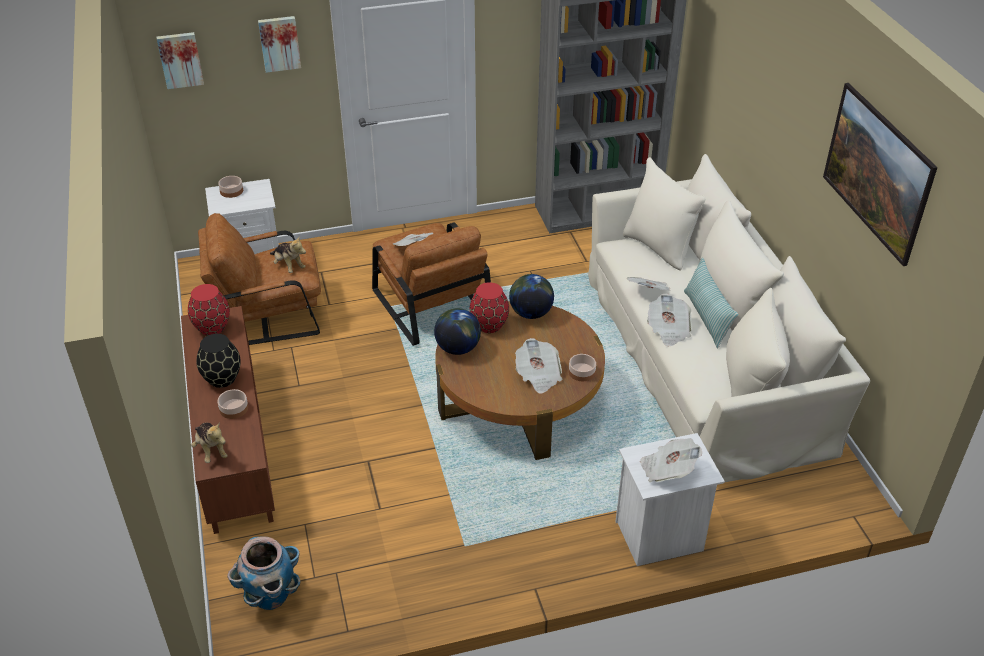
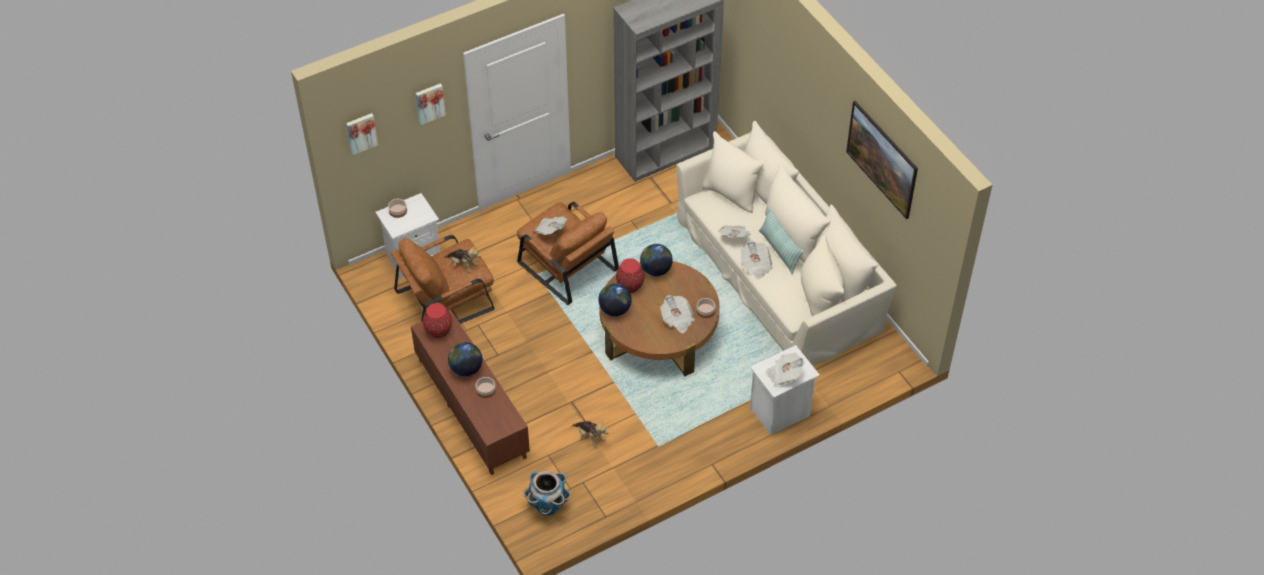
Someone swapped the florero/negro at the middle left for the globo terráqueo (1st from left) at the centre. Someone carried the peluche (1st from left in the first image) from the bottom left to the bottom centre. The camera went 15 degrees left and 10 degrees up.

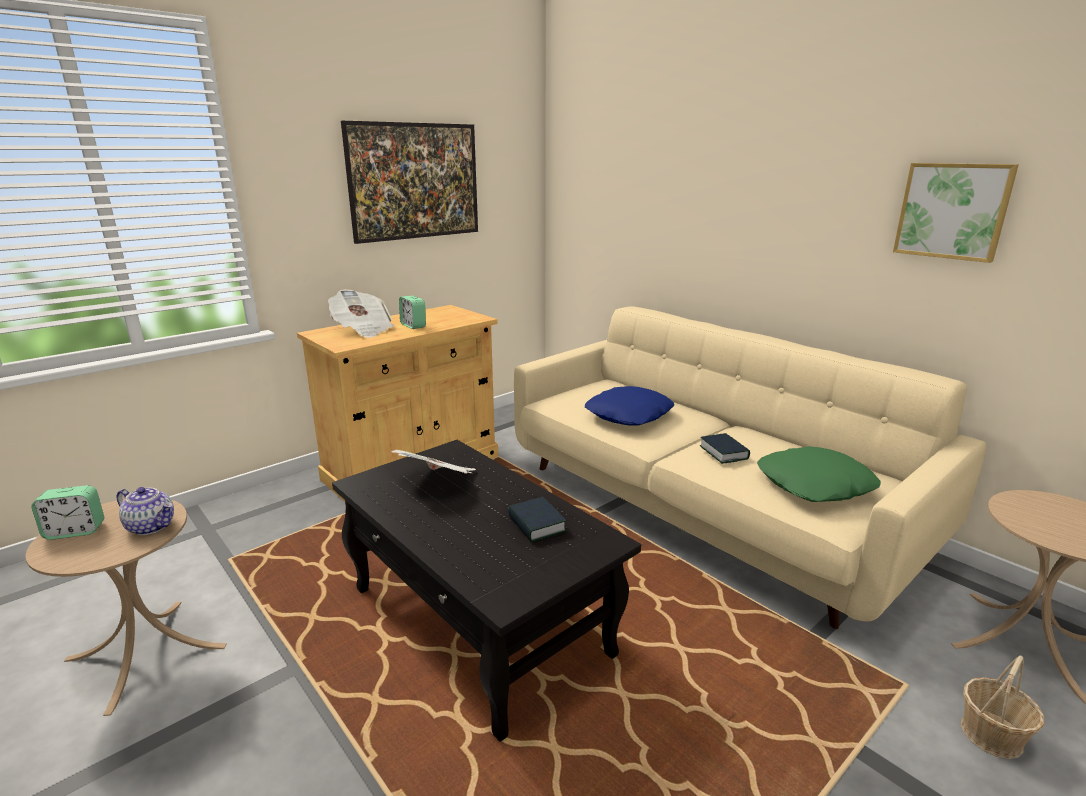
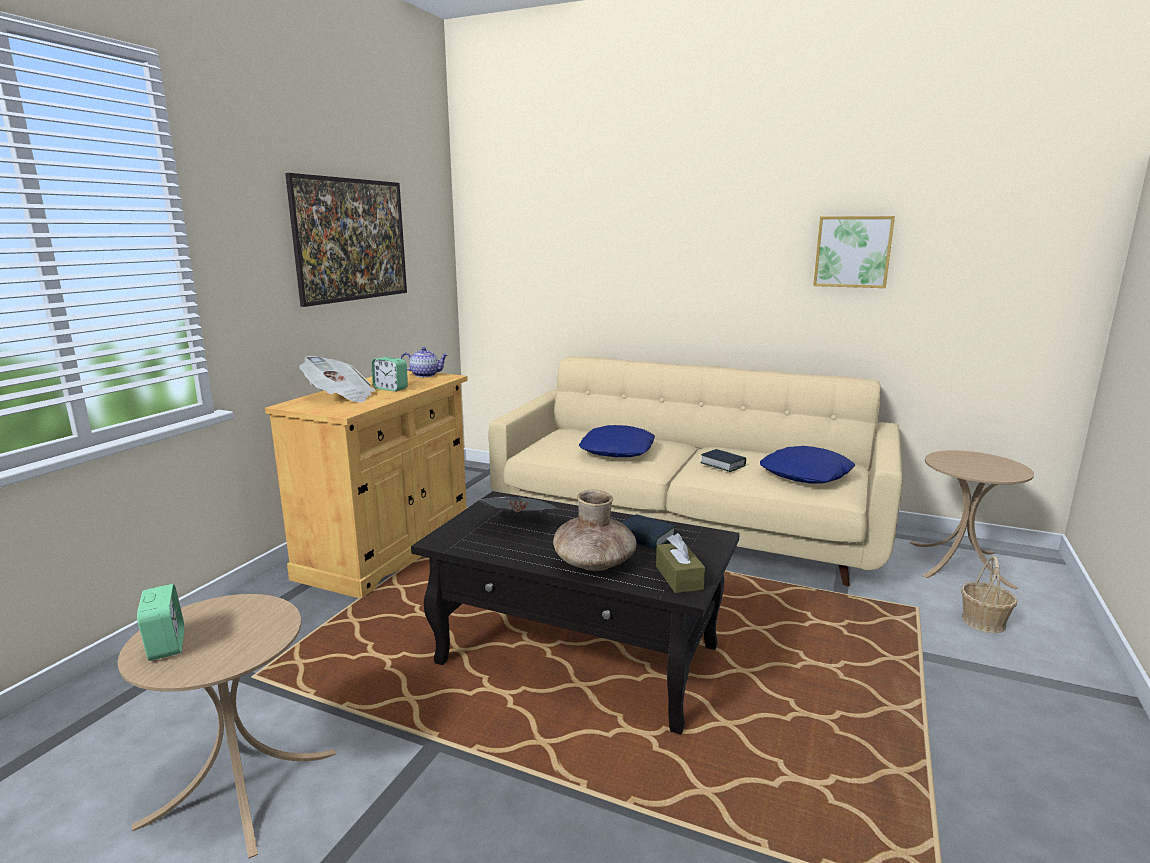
Someone repainted the cojín/verde at the middle right, which became the cojín/azul (2nd from left) at the middle right. Someone rotated the despertador (1st from left) at the middle left by 75 degrees counterclockwise. Someone carried the tetera from the middle left to the centre. Someone put down the florero/marrón at the centre. Someone put down the caja de pañuelos/marrón at the centre. The camera went 25 degrees left and 5 degrees down.

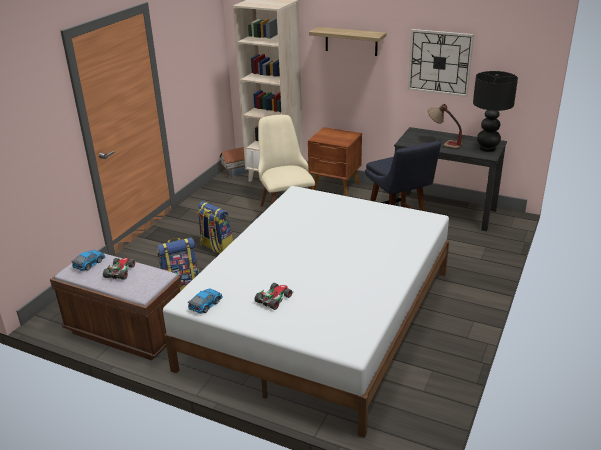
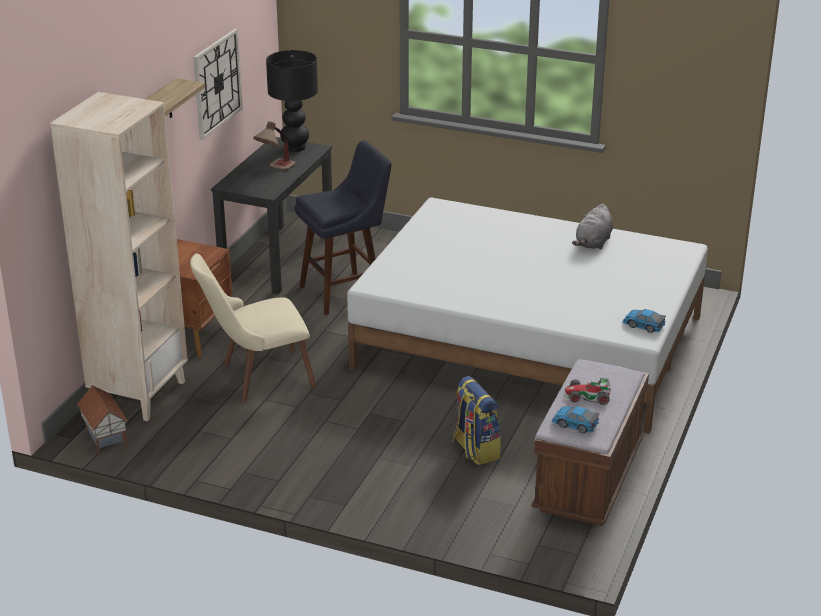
Someone took away the mochila (2nd from left) at the centre. Someone took away the coche de juguete (4th from left) at the centre. Someone put down the peluche/gris at the middle right. The camera went 95 degrees left and 0 degrees up.

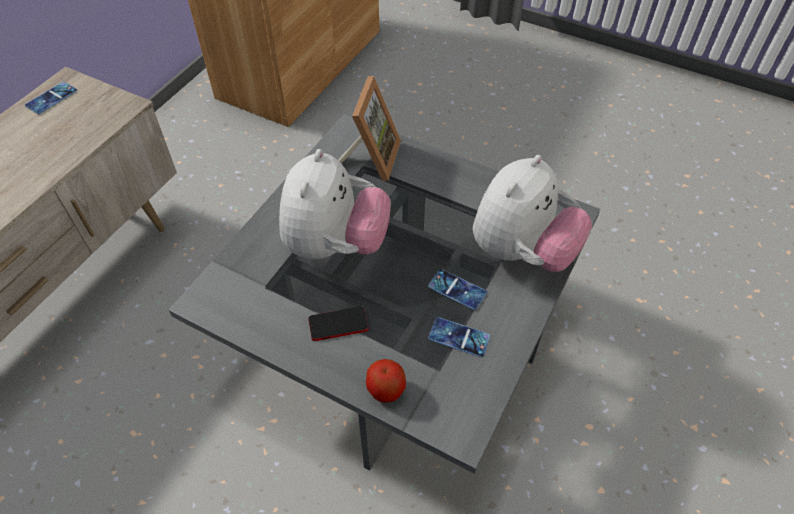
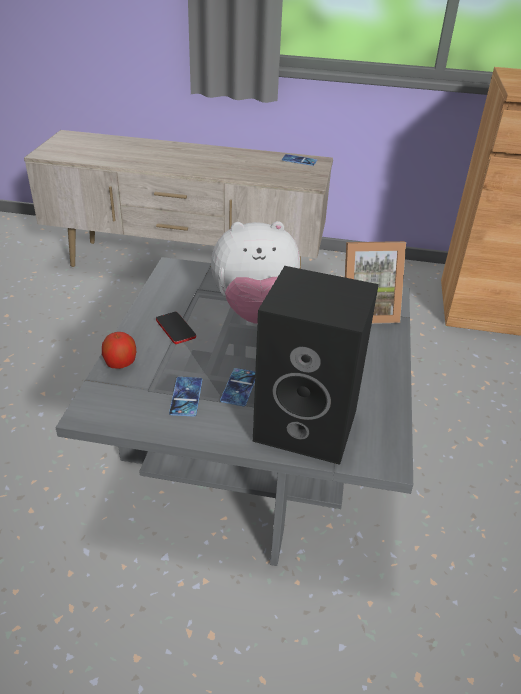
Someone swapped the peluche (2nd from left) at the middle right for the altavoz/negro at the centre. The camera went 70 degrees right and 15 degrees down.

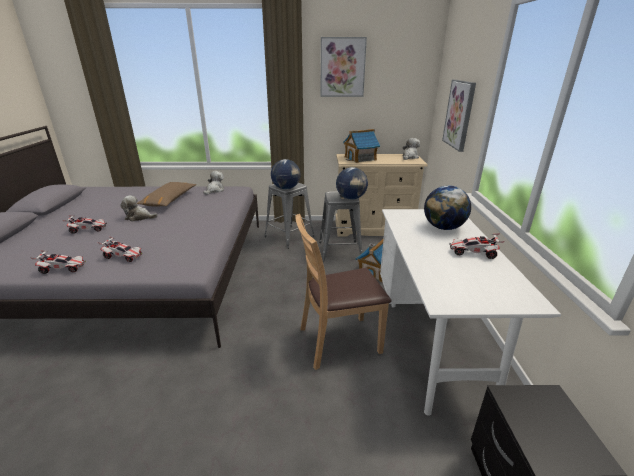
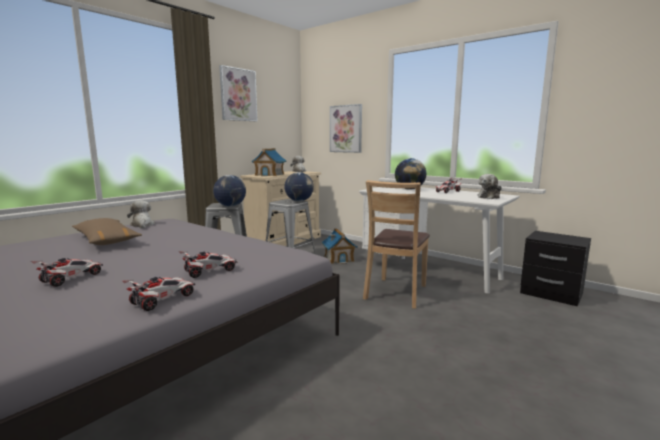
Someone carried the peluche (1st from left in the first image) from the middle left to the middle right. The camera went 50 degrees left and 15 degrees down.

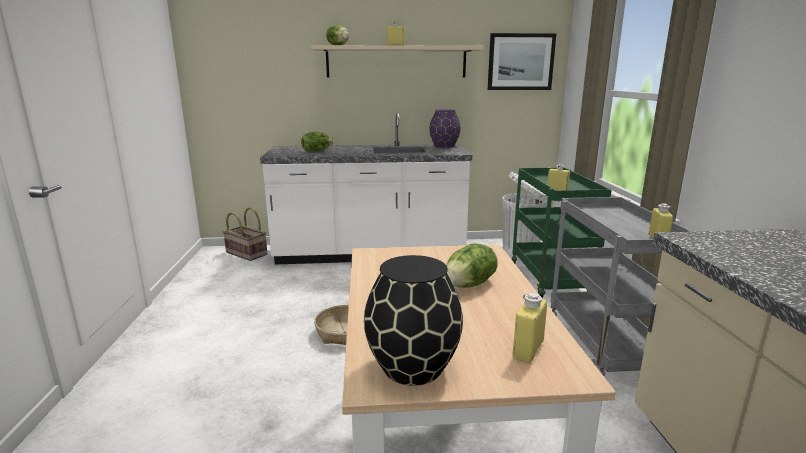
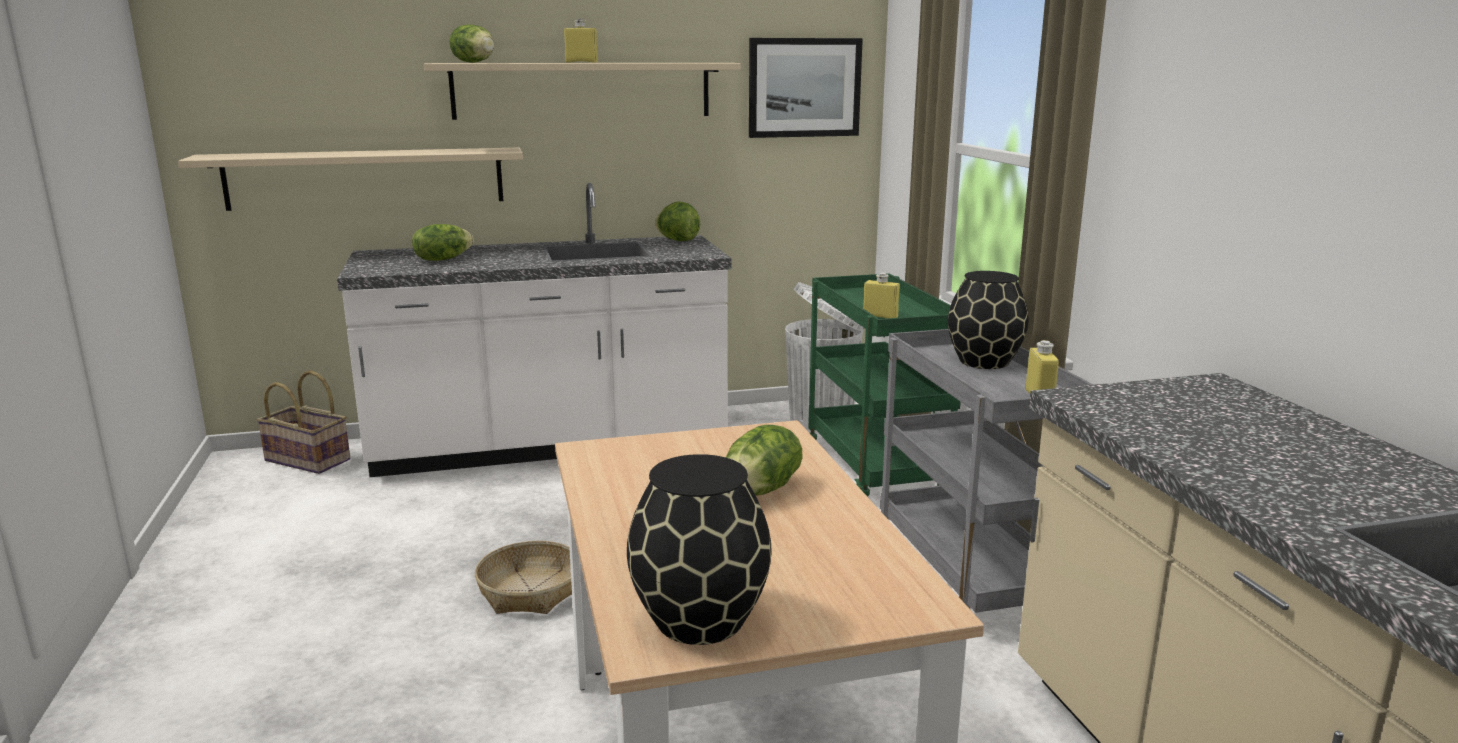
Someone swapped the florero/morado at the top centre for the lechuga (3rd from left) at the top centre. Someone took away the botella/amarillo (2nd from left) at the bottom centre. Someone put up the estante/beis (1st from left) at the top left. Someone put down the florero/negro (2nd from left) at the middle right. The camera went 10 degrees left and 0 degrees up.

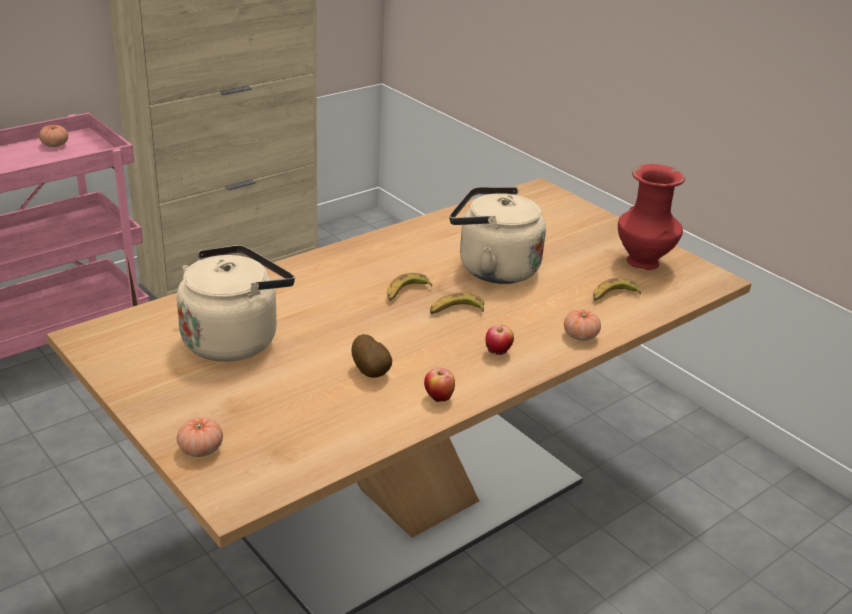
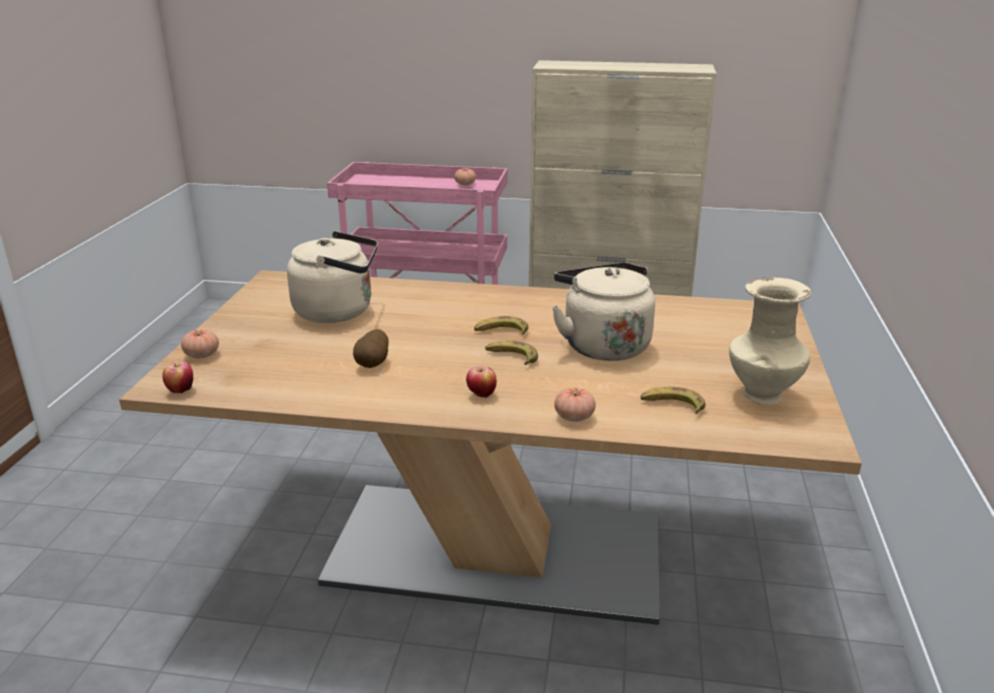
Someone repainted the florero/rojo at the middle right, which became the florero/beis at the middle right. Someone carried the manzana (1st from left) from the centre to the middle left. The camera went 50 degrees right and 5 degrees down.

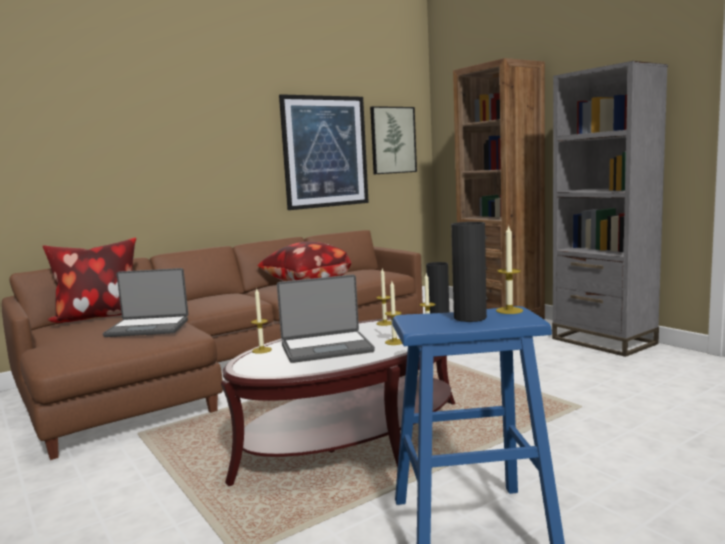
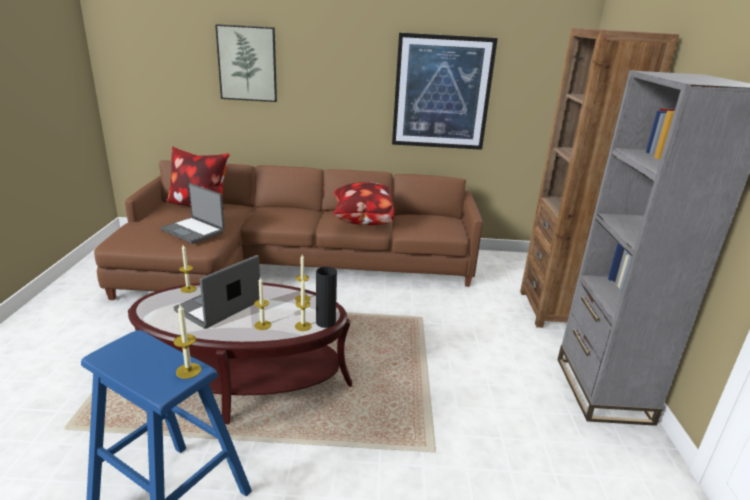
Someone carried the cuadro (2nd from left in the first image) from the top centre to the top left. Someone took away the florero/negro (2nd from left) at the centre. Someone rotated the portátil (2nd from left) at the centre by 105 degrees clockwise. The camera went 35 degrees right and 15 degrees up.

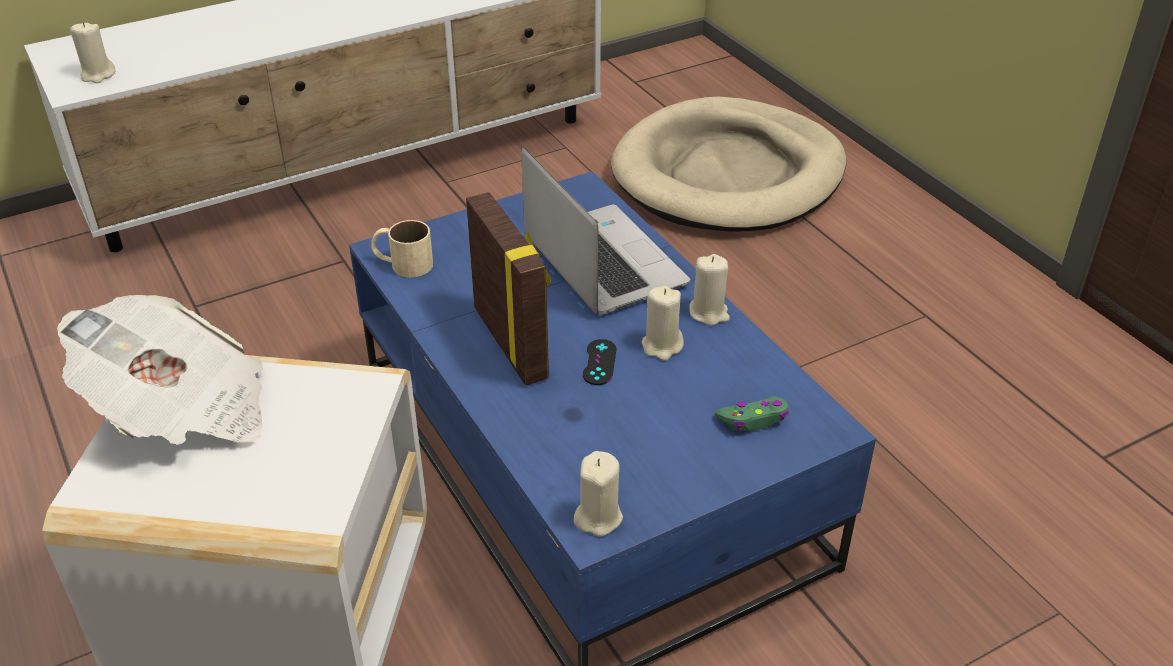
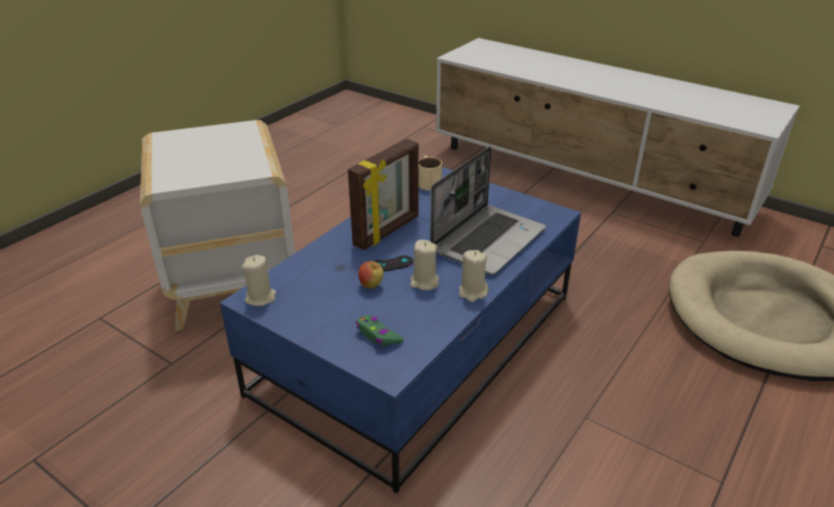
Someone took away the vela/beis (1st from left) at the top left. Someone took away the periódico at the middle left. Someone put down the manzana at the centre. The camera went 65 degrees right and 5 degrees down.

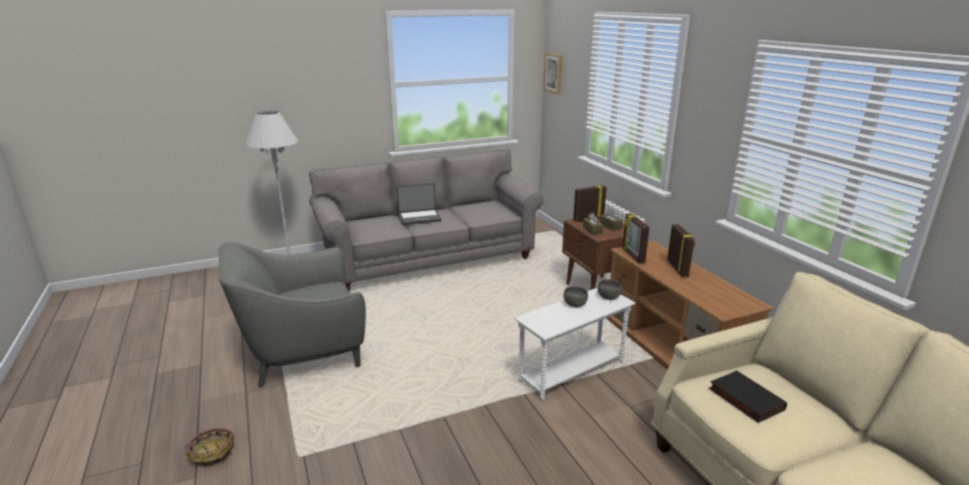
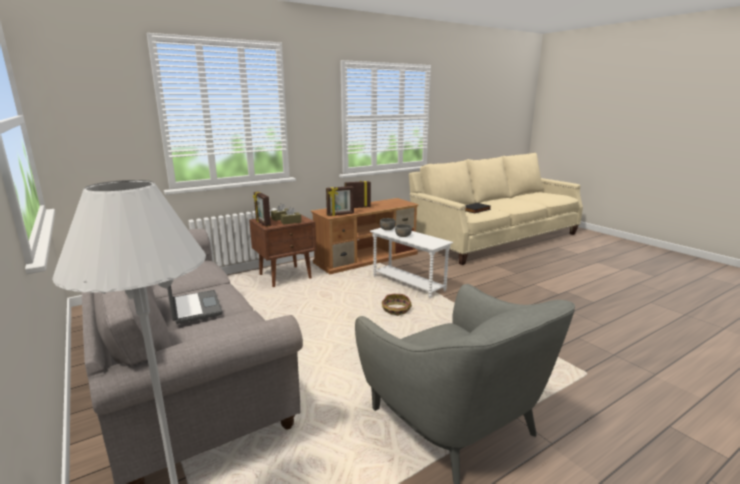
Someone took away the cuadro at the top centre. Someone carried the cesta from the bottom left to the centre. The camera went 100 degrees left and 5 degrees down.

